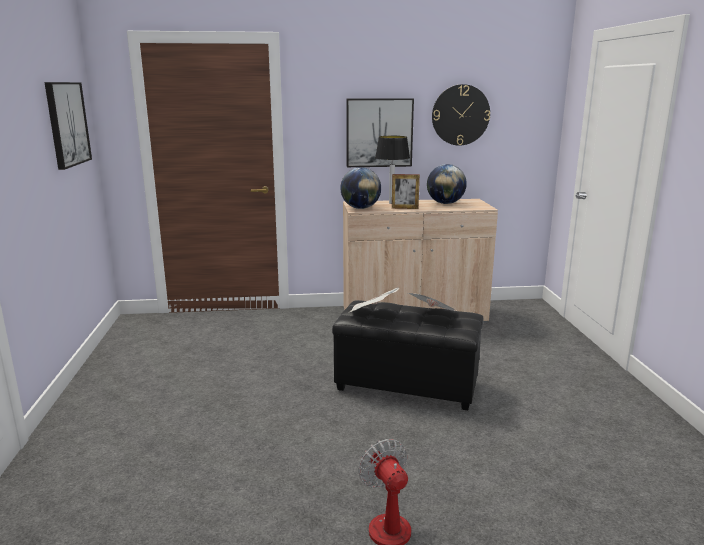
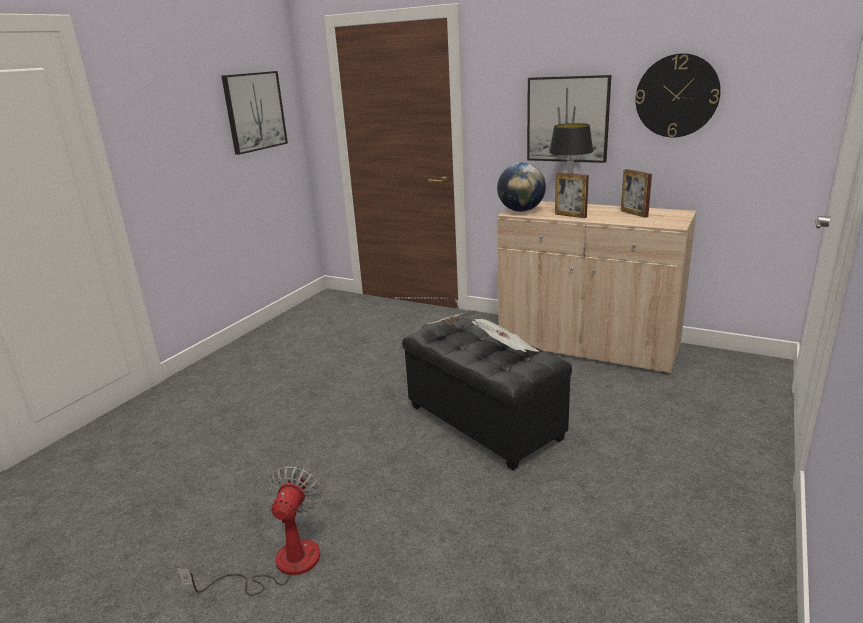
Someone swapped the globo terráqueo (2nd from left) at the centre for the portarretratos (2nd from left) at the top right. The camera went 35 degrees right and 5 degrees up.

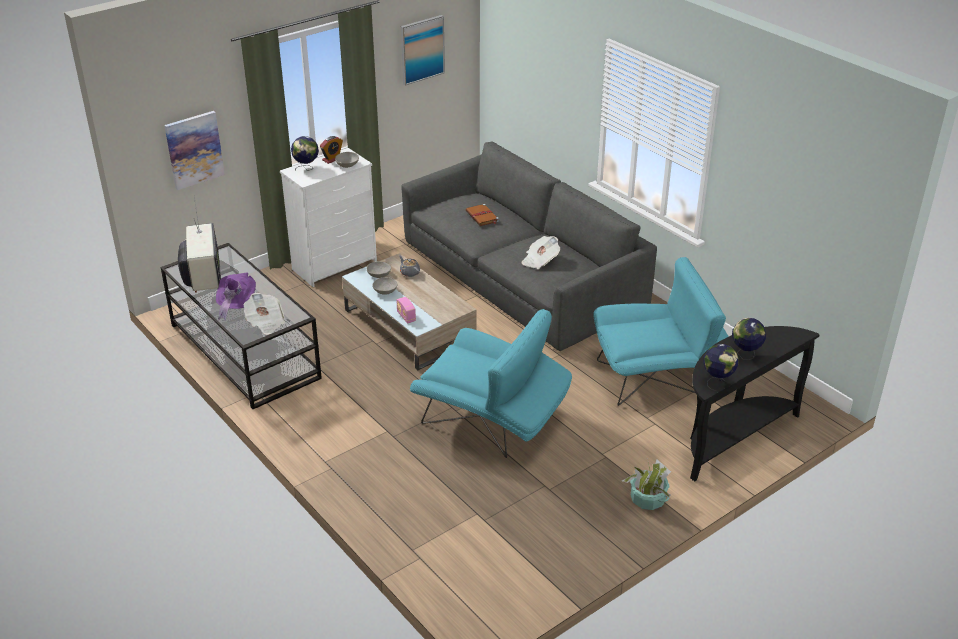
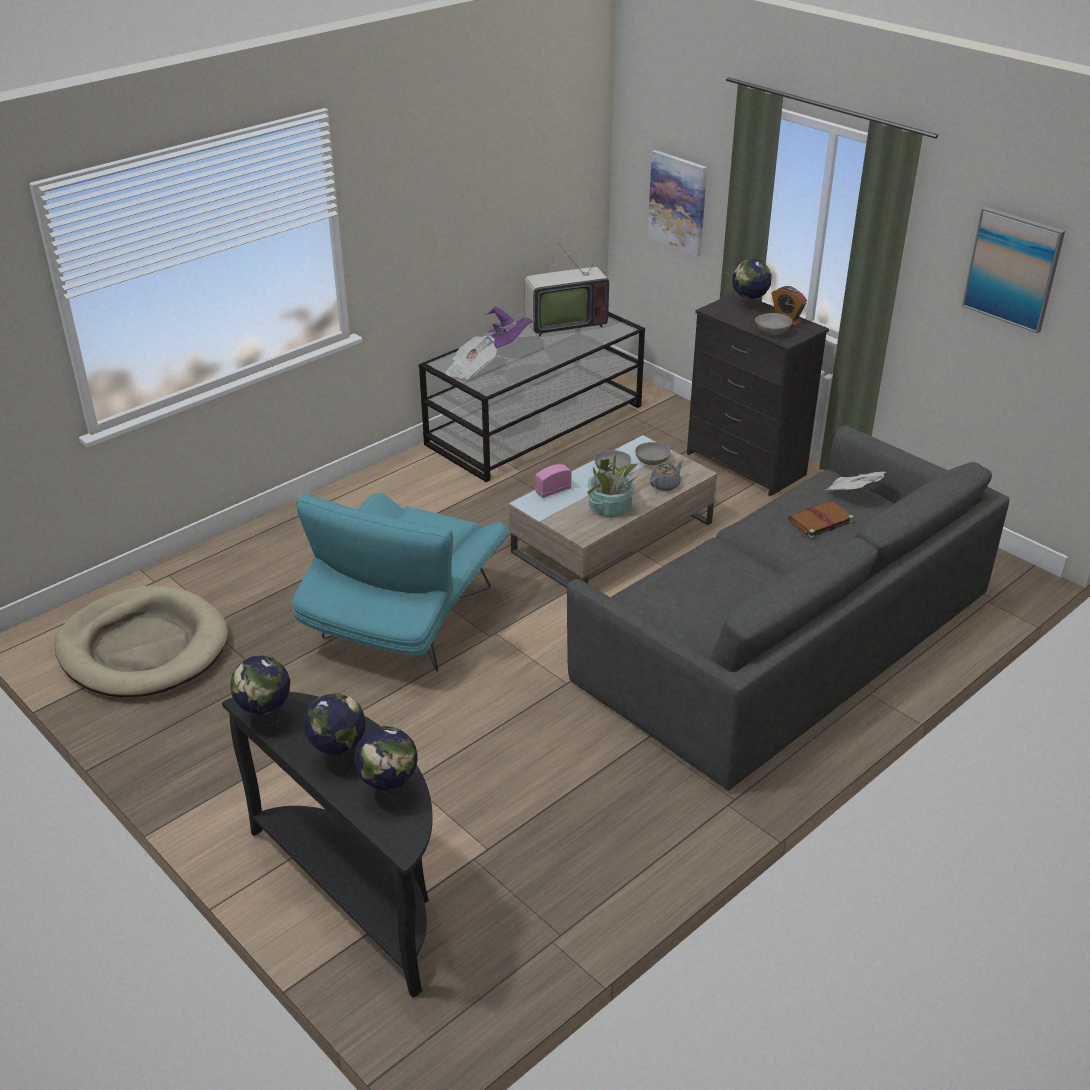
Someone repainted the cómoda/blanco at the centre, which became the cómoda/negro at the middle right. Someone carried the periódico (2nd from left) from the centre to the middle right. Someone took away the sillón/turquesa (2nd from left) at the middle right. Someone carried the planta en maceta from the bottom right to the centre. Someone put down the cama para perro/beis at the middle left. Someone put down the globo terráqueo (3rd from left) at the bottom centre. The camera went 85 degrees right and 0 degrees up.

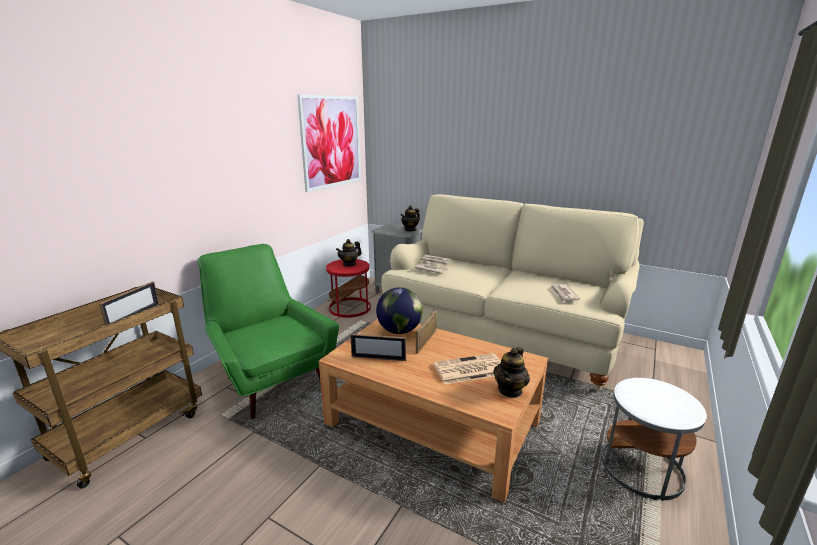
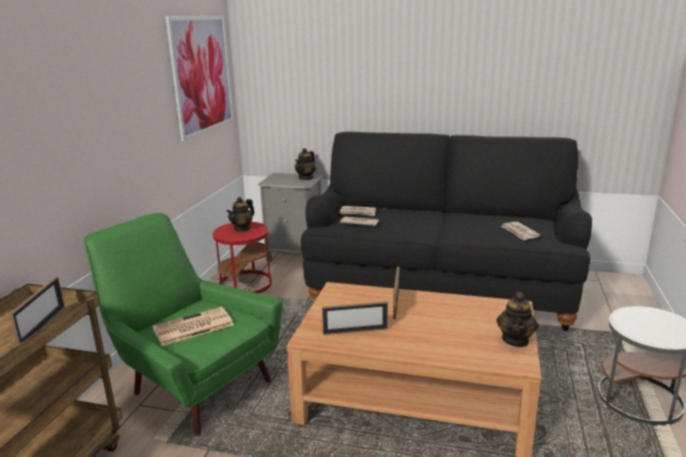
Someone repainted the sofá/beis at the centre, which became the sofá/negro at the centre. Someone took away the globo terráqueo at the centre. Someone carried the periódico (3rd from left in the first image) from the bottom centre to the bottom left. The camera went 15 degrees left and 0 degrees up.

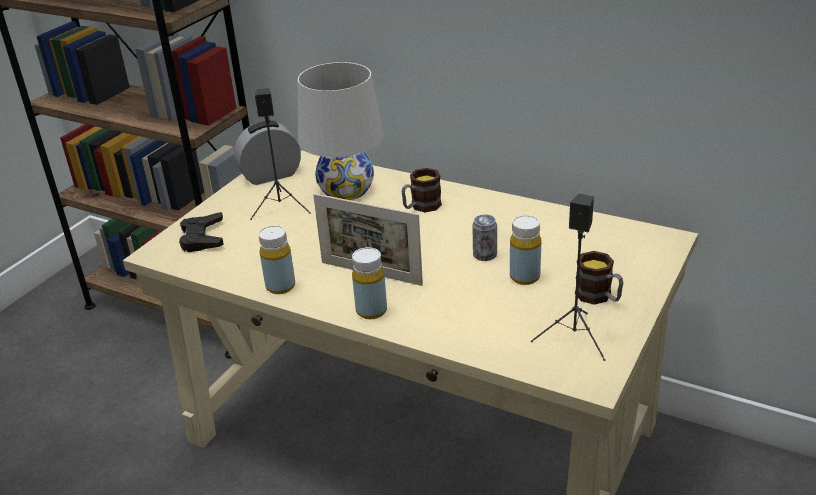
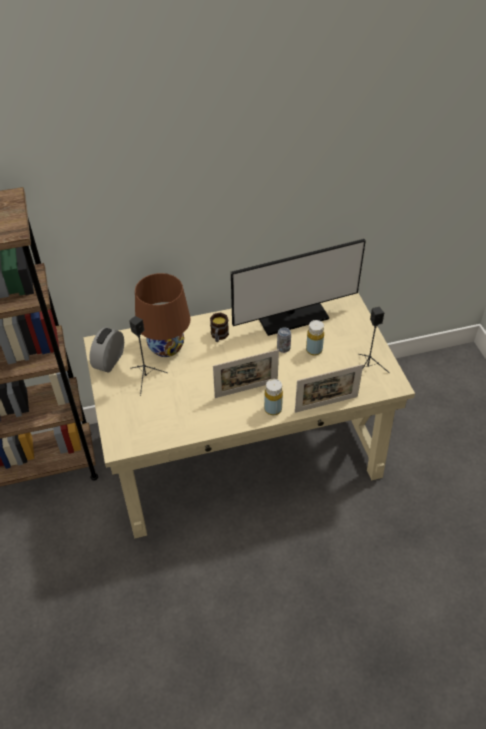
Someone repainted the lámpara de mesa/blanco at the top centre, which became the lámpara de mesa/marrón at the centre. Someone took away the mando de consola/negro at the middle left. Someone took away the botella/amarillo (1st from left) at the centre. Someone took away the taza grande (2nd from left) at the middle right. Someone put down the monitor at the centre. Someone put down the portarretratos (2nd from left) at the middle right. The camera went 45 degrees left and 15 degrees up.

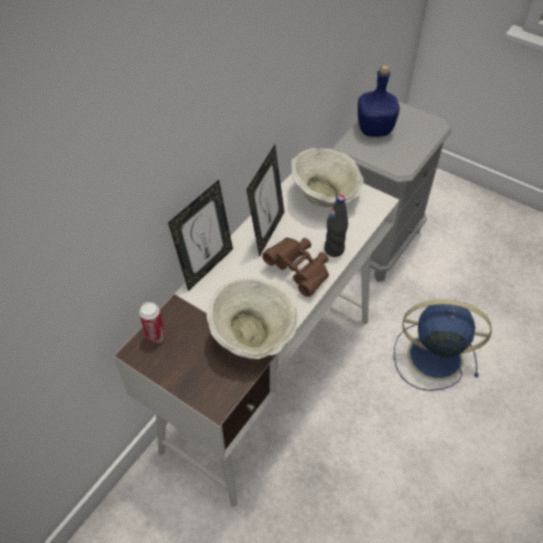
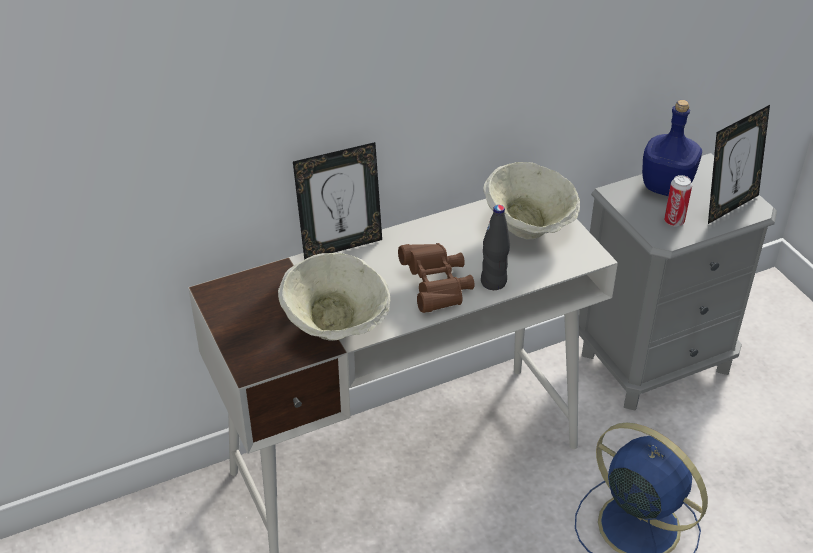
Someone carried the portarretratos (2nd from left) from the centre to the top right. Someone carried the lata from the middle left to the middle right. The camera went 30 degrees right and 10 degrees down.

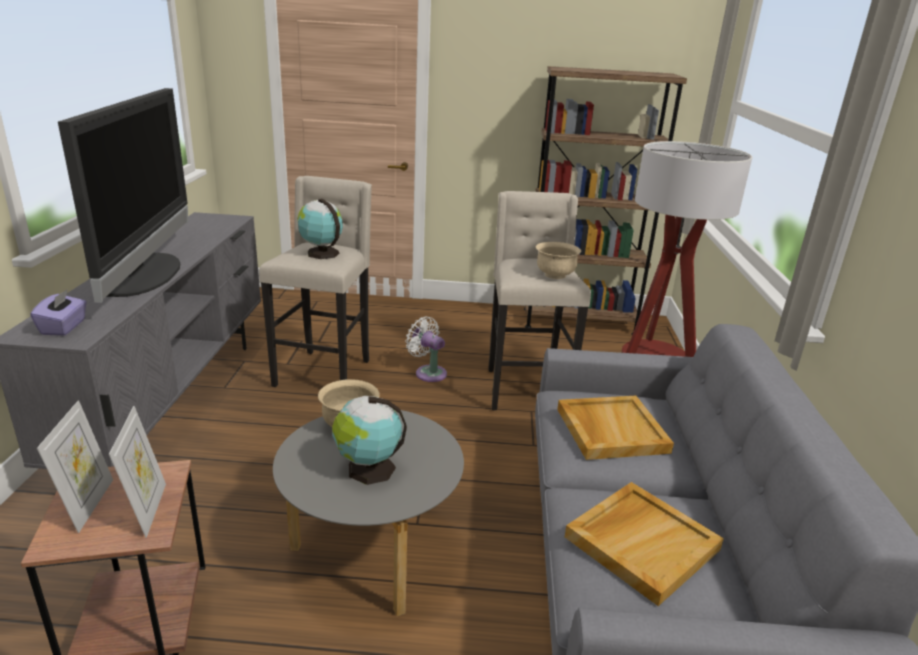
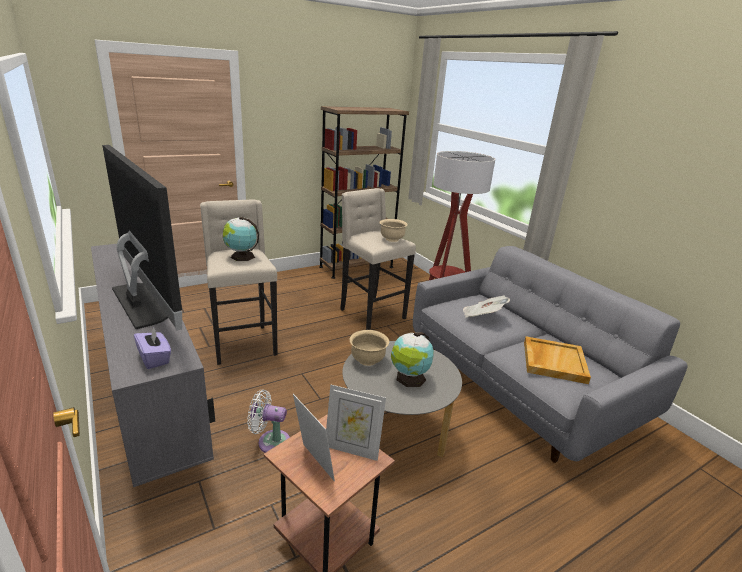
Someone carried the ventilador/blanco from the centre to the bottom centre. Someone swapped the bandeja/beis (1st from left) at the middle right for the periódico at the centre. Someone rotated the portarretratos (2nd from left) at the bottom left by 150 degrees clockwise. The camera went 35 degrees left and 0 degrees up.

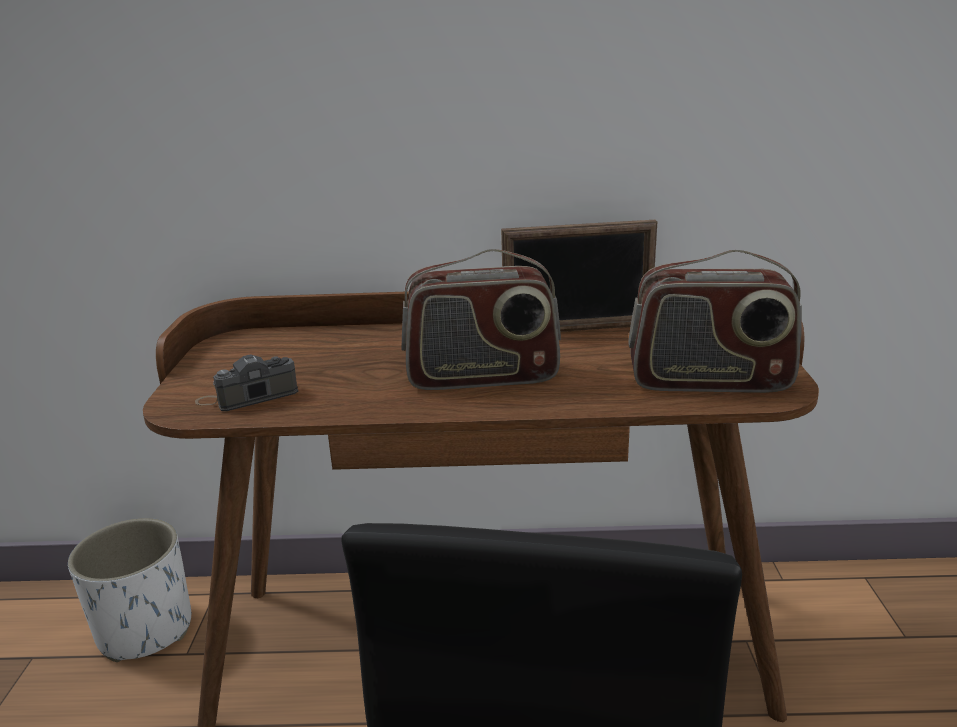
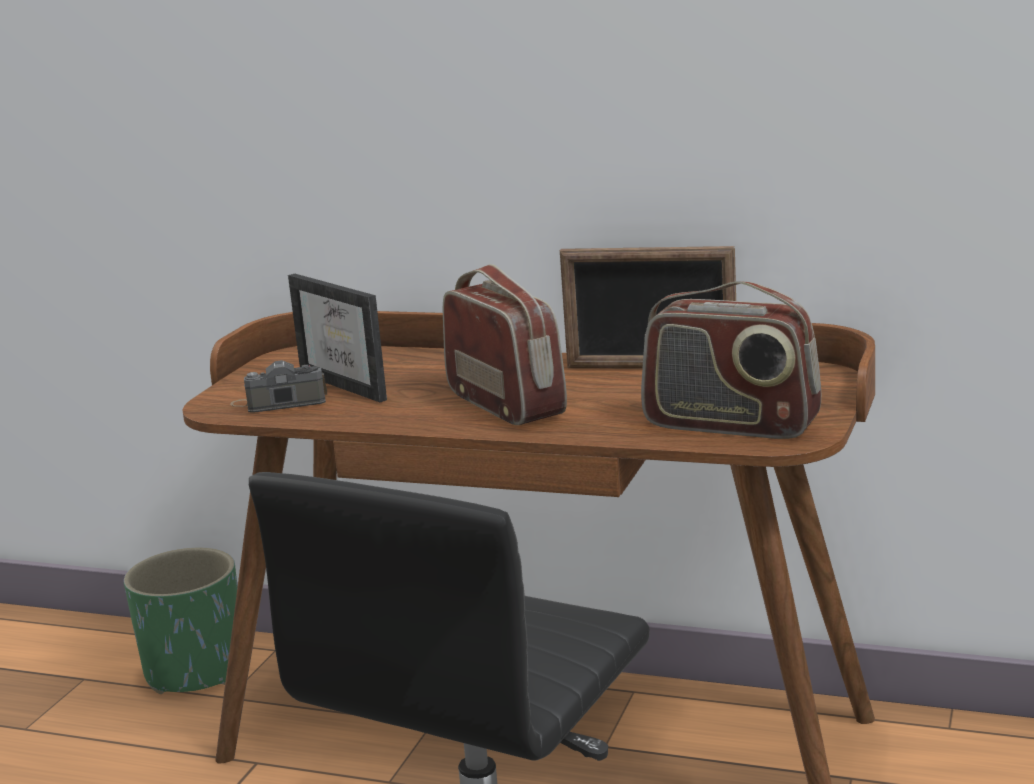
Someone rotated the radio (1st from left) at the centre by 135 degrees counterclockwise. Someone repainted the maceta/blanco at the bottom left, which became the maceta/verde at the bottom left. Someone put down the portarretratos (1st from left) at the middle left. The camera went 20 degrees right and 5 degrees down.

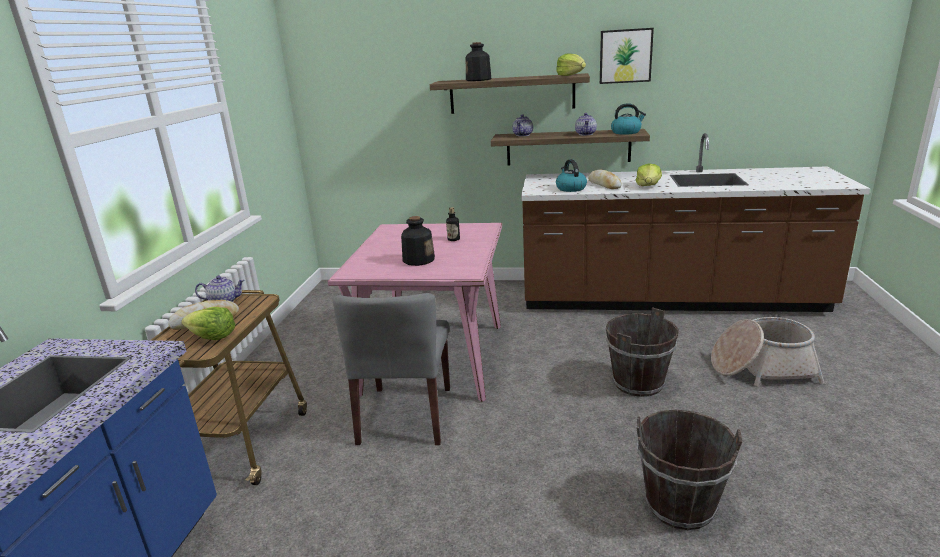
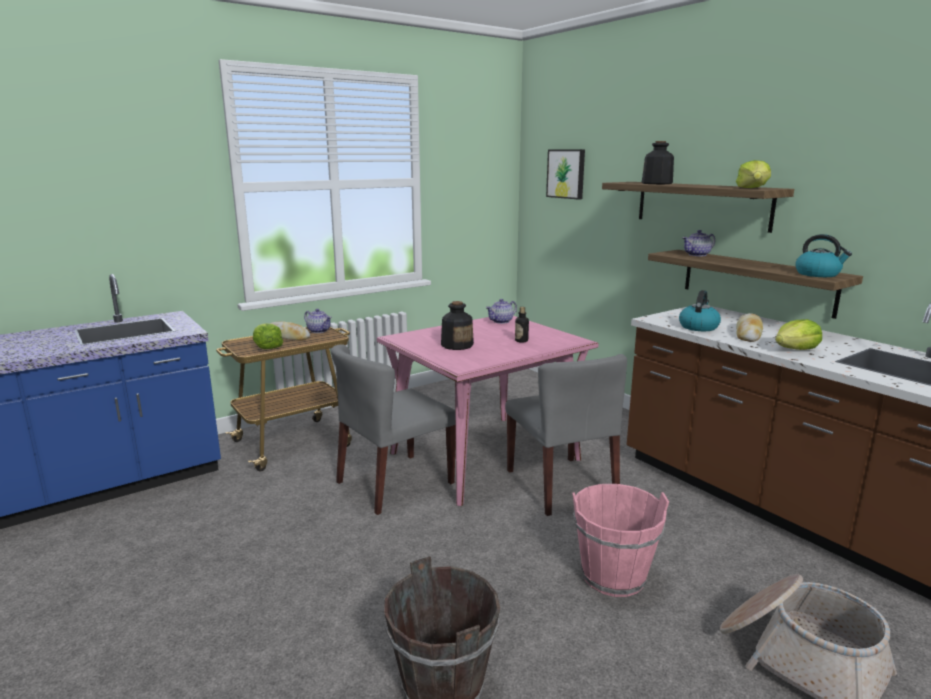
Someone carried the cuadro from the top right to the top centre. Someone carried the tetera (3rd from left in the first image) from the top centre to the centre. Someone repainted the cubo/marrón (1st from left) at the middle right, which became the cubo/rosa at the bottom centre. Someone put down the silla/gris (2nd from left) at the centre. The camera went 45 degrees right and 5 degrees down.

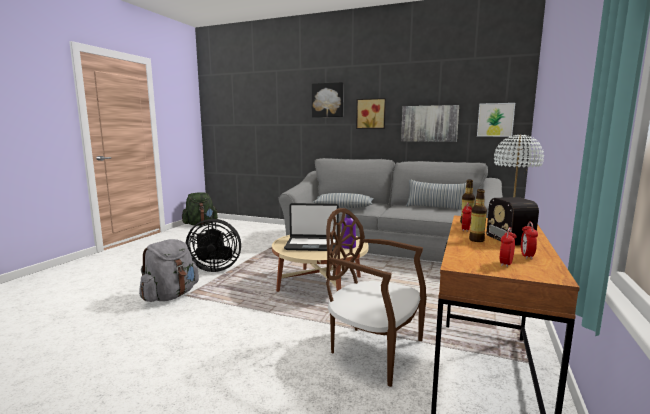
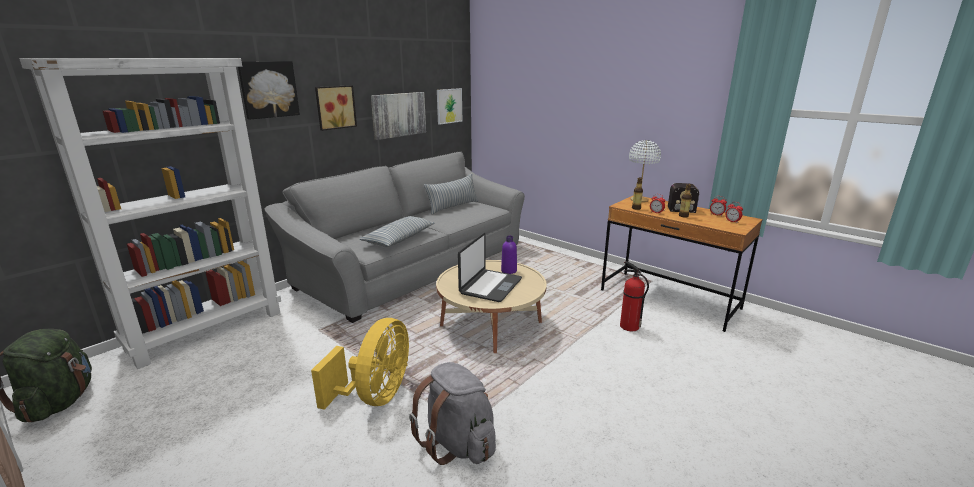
Someone swapped the silla/marrón at the bottom centre for the extintor at the centre. Someone repainted the ventilador/negro at the middle left, which became the ventilador/amarillo at the bottom centre. Someone put down the estantería/blanco at the middle left. The camera went 70 degrees left and 10 degrees up.

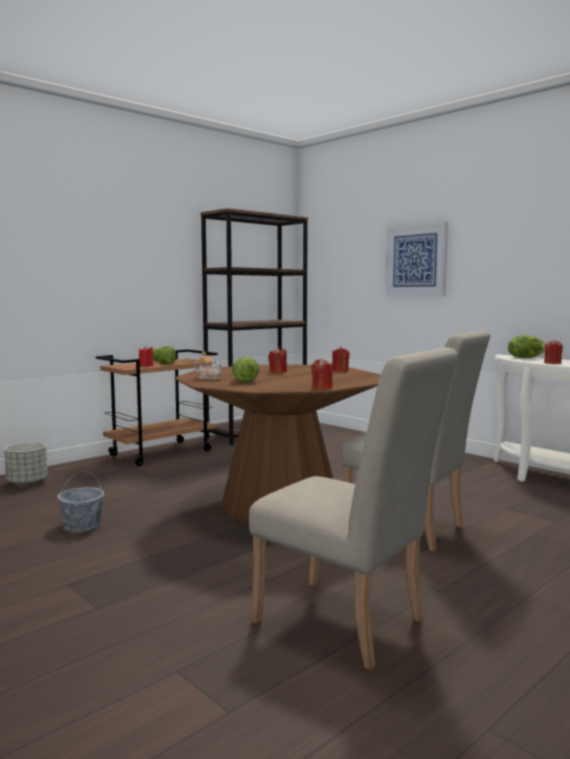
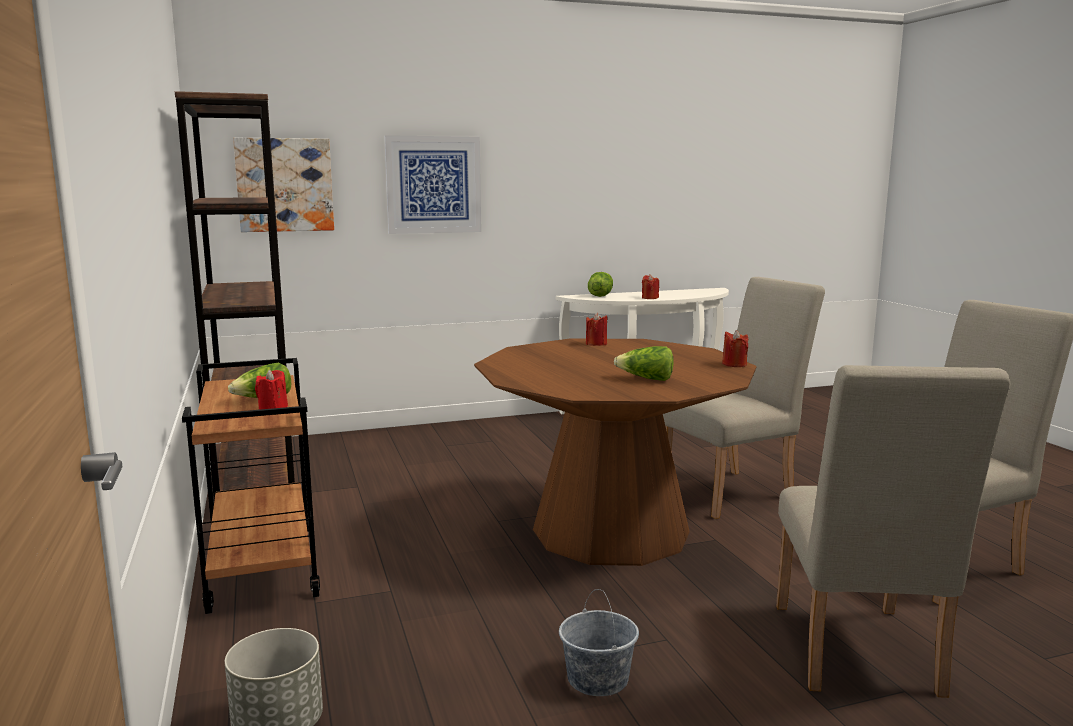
Someone took away the vela/rojo (2nd from left) at the centre. Someone took away the tetera at the centre. Someone put up the cuadro (1st from left) at the top left. Someone put down the silla/beis (2nd from left) at the bottom right. The camera went 65 degrees left and 5 degrees up.

